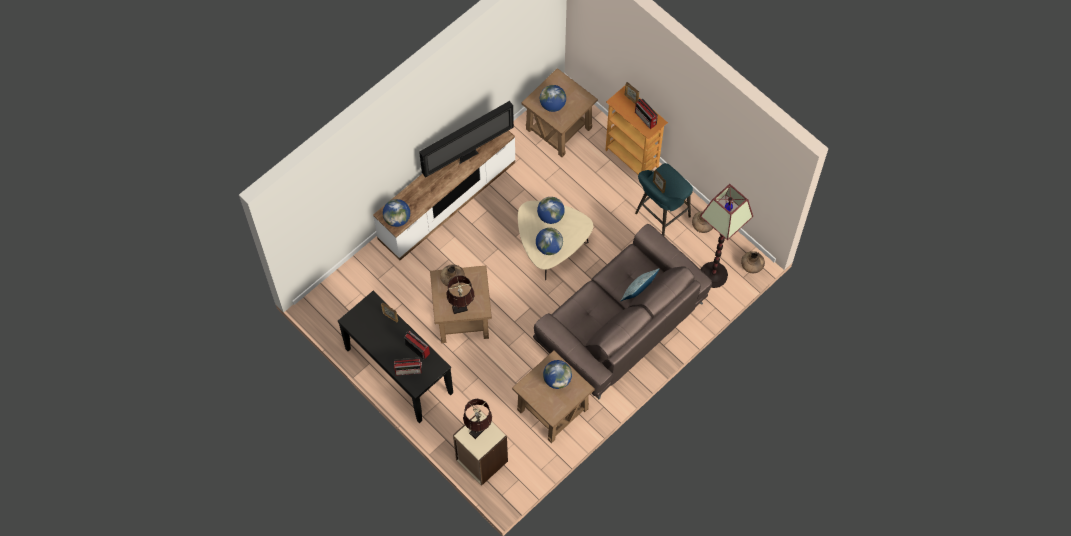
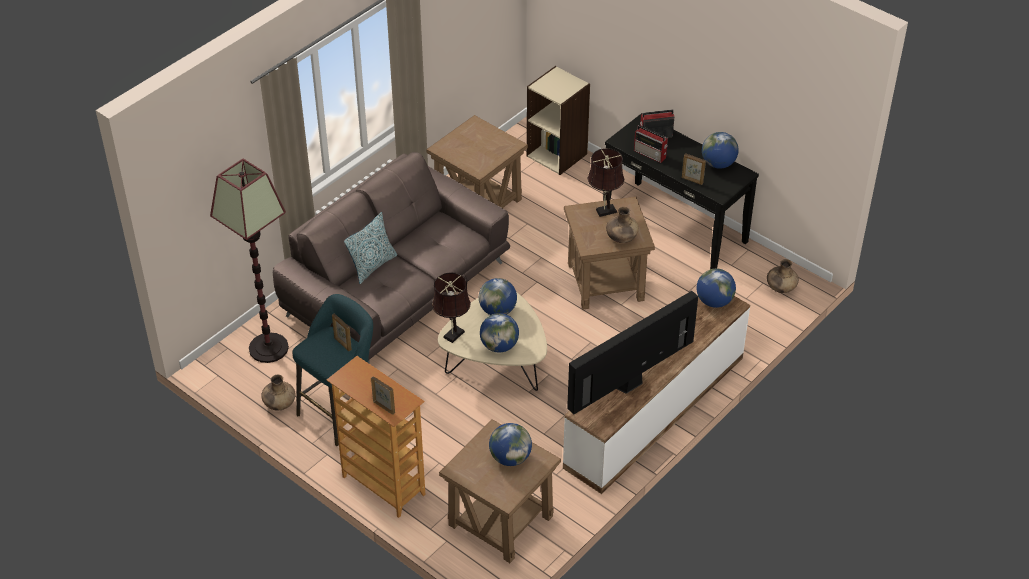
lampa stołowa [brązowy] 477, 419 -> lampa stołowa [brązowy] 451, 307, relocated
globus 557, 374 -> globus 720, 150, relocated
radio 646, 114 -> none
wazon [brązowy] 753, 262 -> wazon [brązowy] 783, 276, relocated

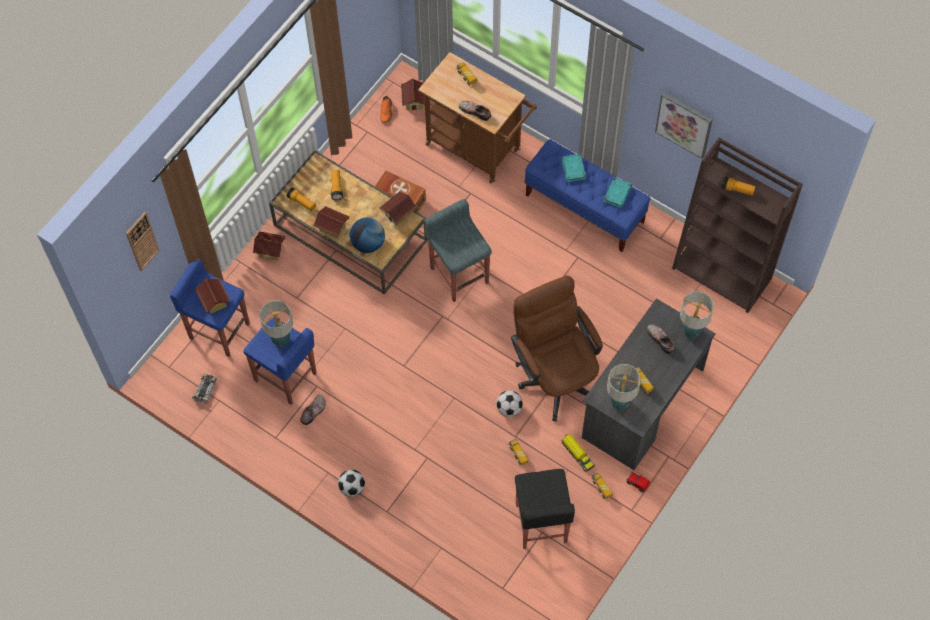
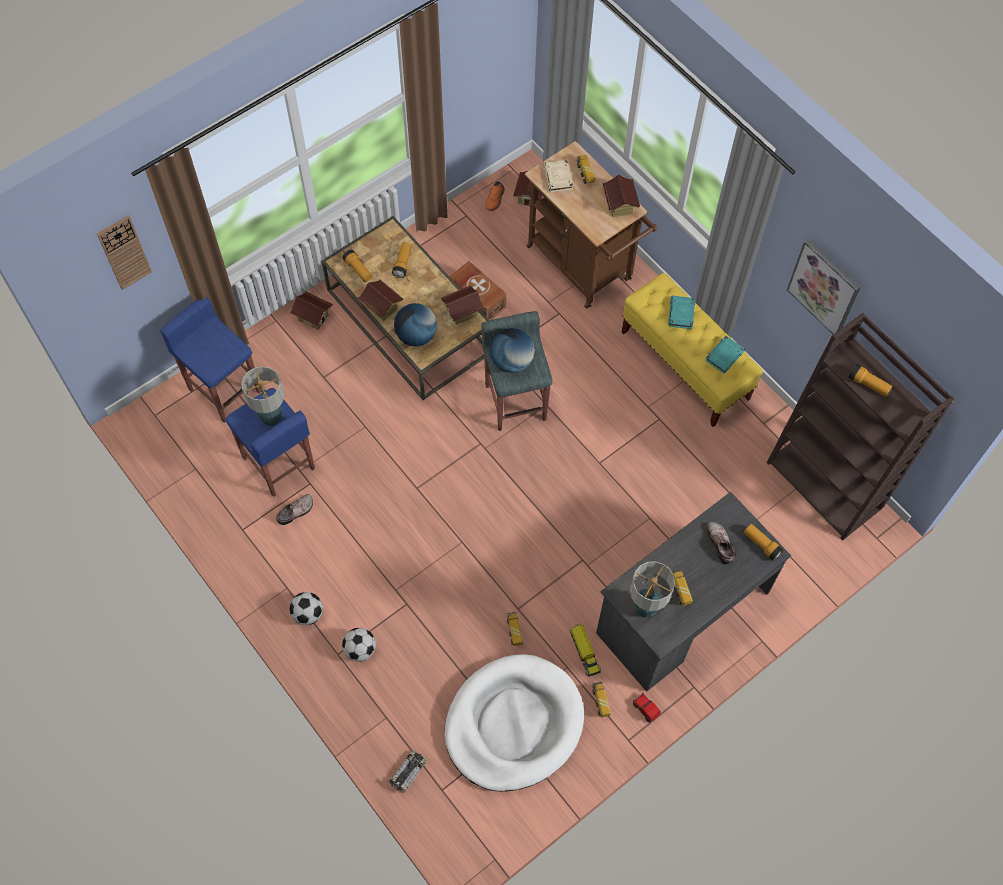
samochodzik 204, 389 -> samochodzik 407, 771, relocated
domek 212, 296 -> domek 621, 196, relocated
but 475, 111 -> none
piłka futbolowa 509, 403 -> piłka futbolowa 359, 645, relocated
krzesło biurowe [brązowy] 557, 348 -> none
stołek [czarny] 545, 509 -> legowisko [biały] 514, 723
ławka [niebieski] 588, 195 -> ławka [żółty] 692, 350
lampa stołowa 697, 315 -> latarka 763, 542
none -> globus 512, 350
none -> książka [beżowy] 558, 176

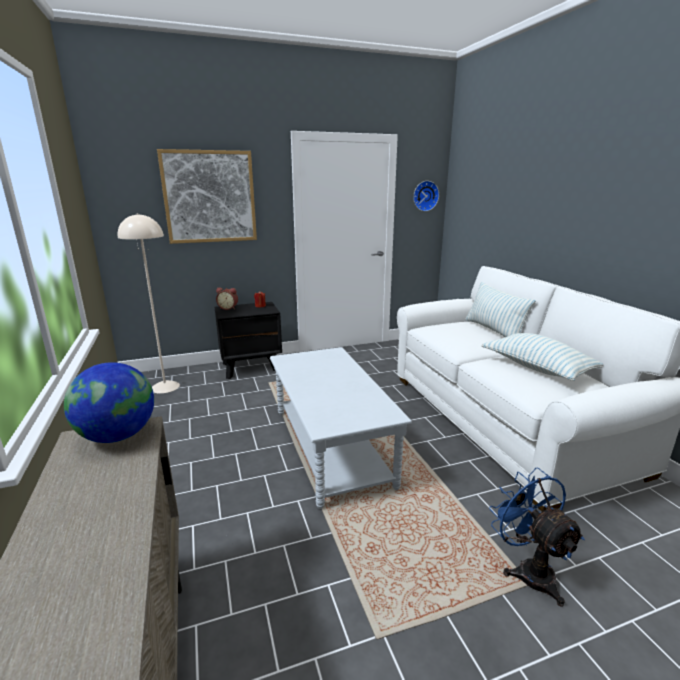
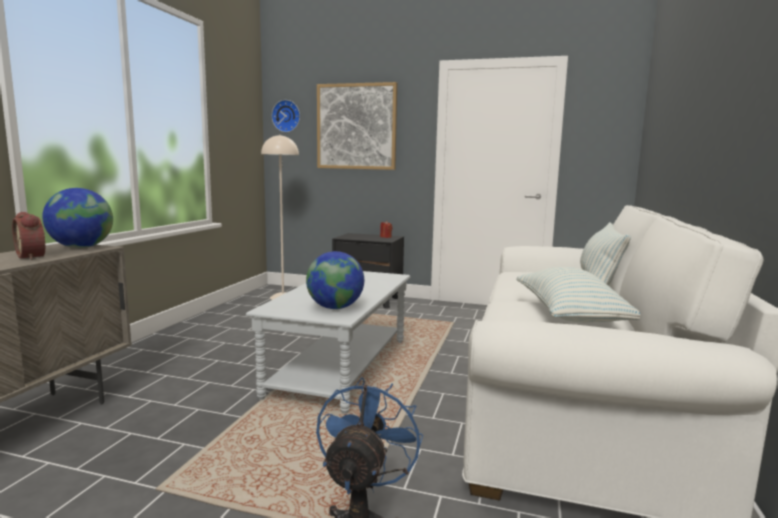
budzik 227, 299 -> budzik 28, 236, relocated
zegar ścienny 426, 196 -> zegar ścienny 286, 116, relocated
none -> globus 335, 280

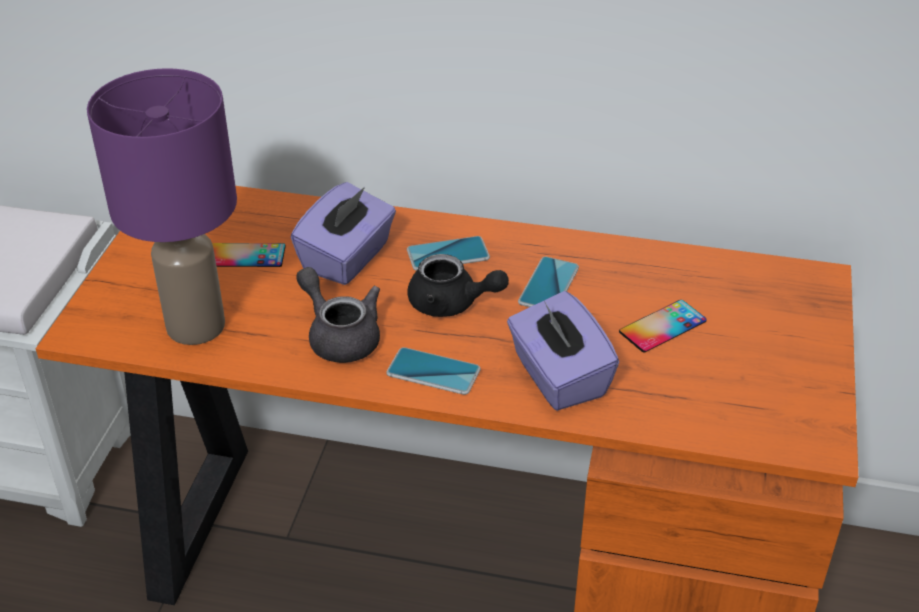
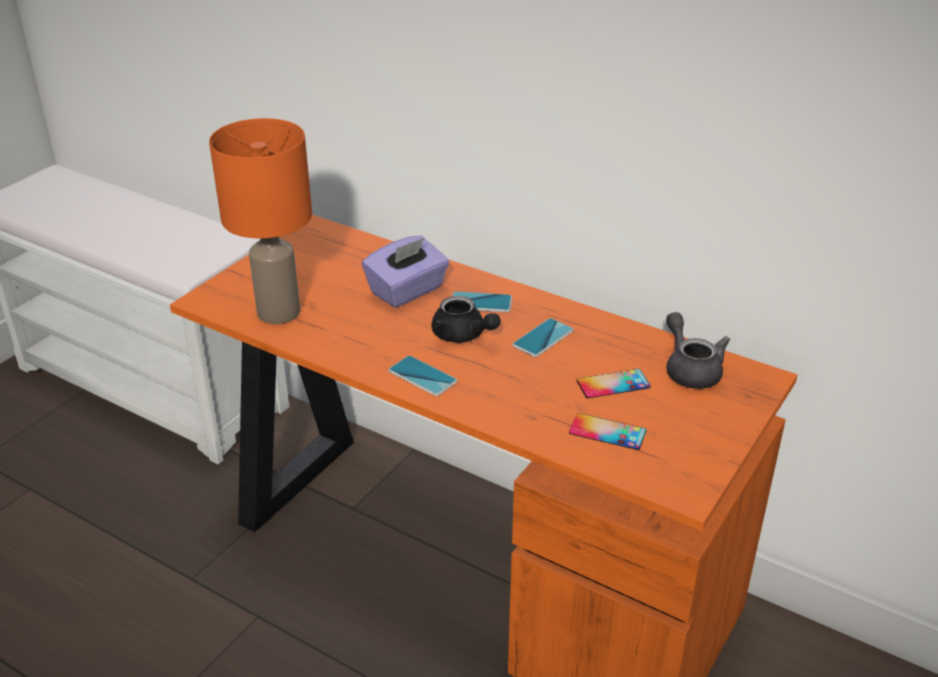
lampa stołowa [fioletowy] 162, 206 -> lampa stołowa [pomarańczowy] 260, 221
telefon 249, 255 -> telefon 607, 431, relocated
imbryk [szary] 338, 315 -> imbryk [szary] 698, 350, relocated
pudełko chusteczek [fioletowy] 563, 351 -> none

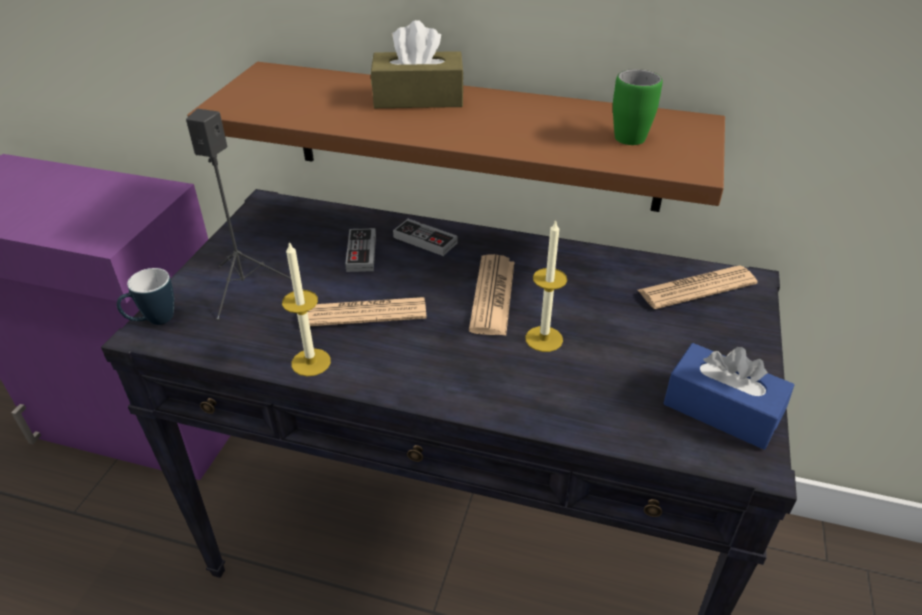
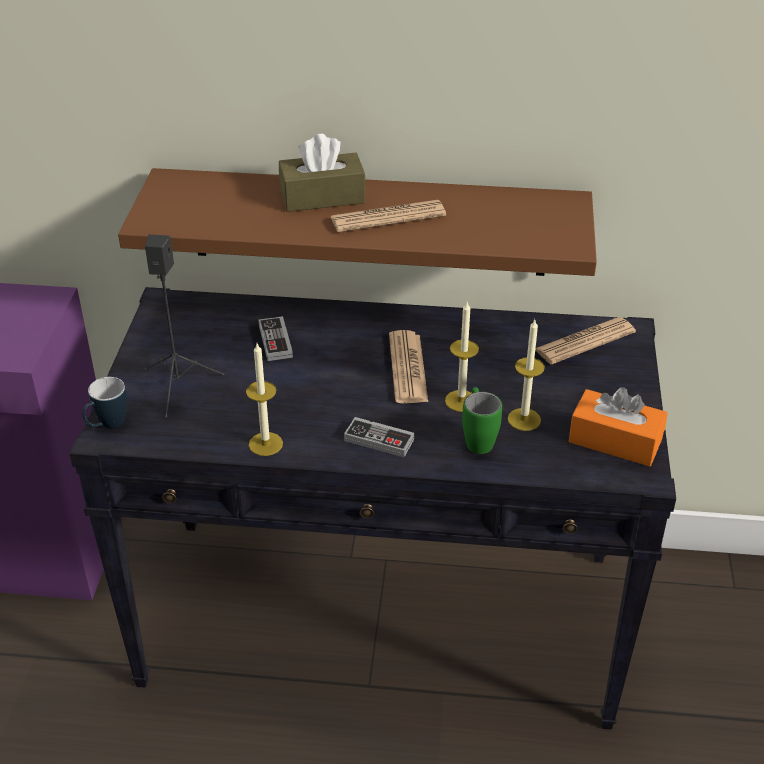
gazeta 367, 311 -> gazeta 388, 216, relocated
pad do gier 425, 237 -> pad do gier 379, 437, relocated
kubek [zielony] 637, 107 -> kubek [zielony] 482, 420, relocated
pudełko chusteczek [niebieski] 728, 396 -> pudełko chusteczek [pomarańczowy] 618, 426
none -> świeca 526, 374

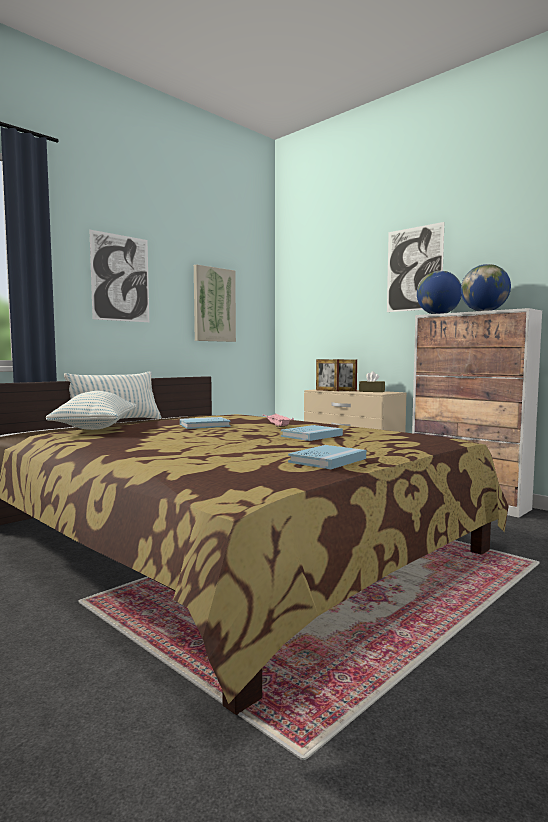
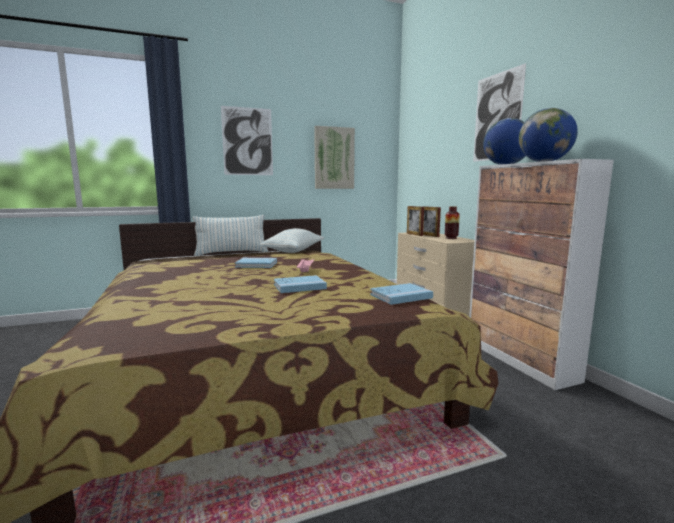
poduszka 91, 410 -> poduszka 292, 240, relocated
książka [niebieski] 327, 457 -> książka [niebieski] 401, 294, relocated
pudełko chusteczek [brązowy] 372, 381 -> wazon 452, 222

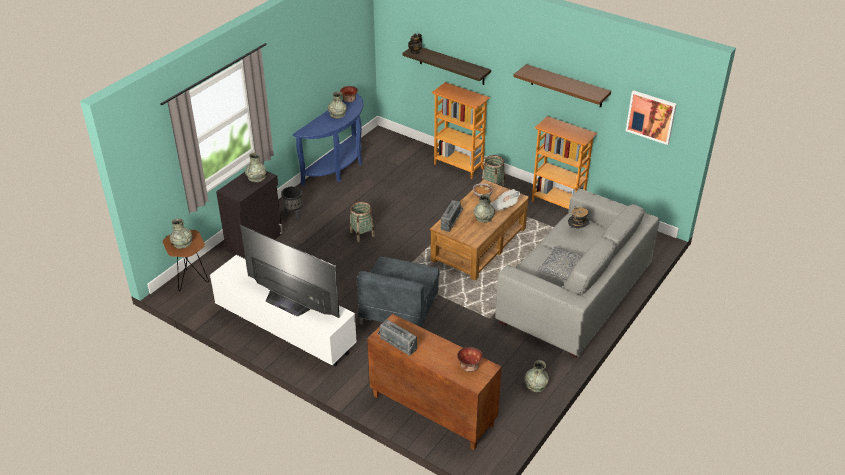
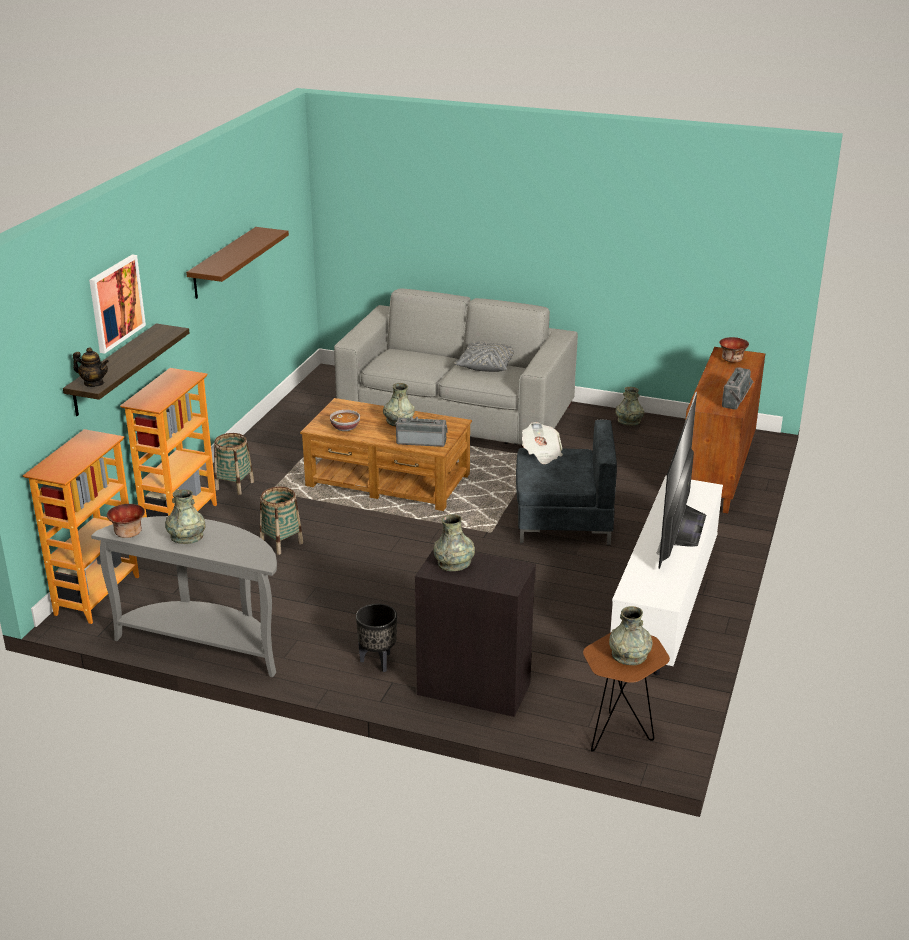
stolik konsolowy [niebieski] 328, 139 -> stolik konsolowy [szary] 184, 596
koszyk 362, 221 -> koszyk 281, 521, relocated
gazeta 505, 200 -> gazeta 542, 443, relocated
regał 564, 162 -> regał 81, 526, relocated
kapelusz 579, 217 -> none
obraz 651, 117 -> obraz 117, 304, relocated

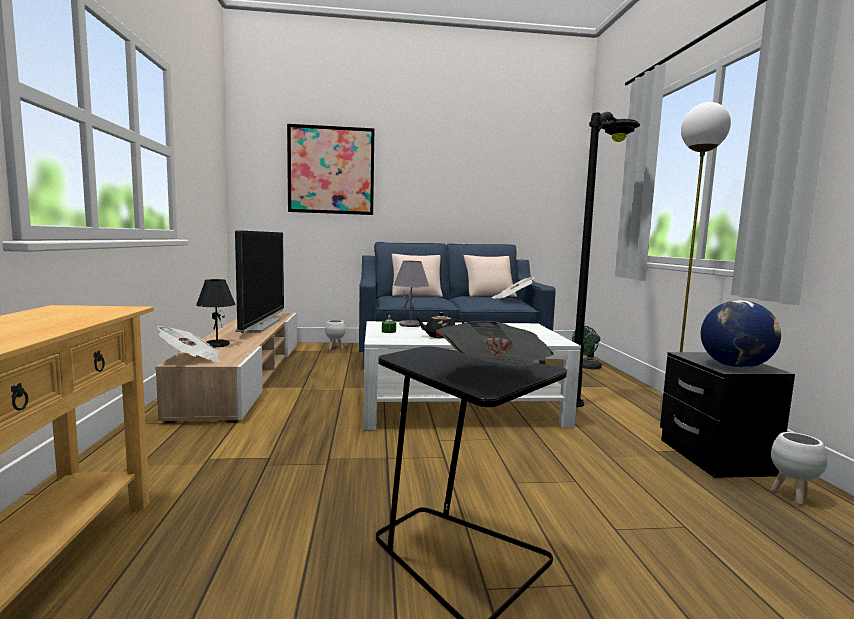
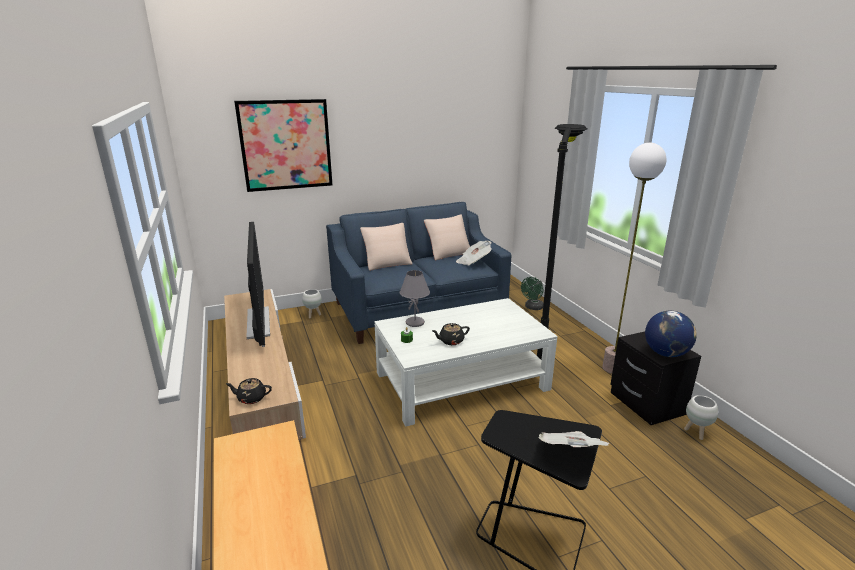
gazeta 188, 344 -> imbryk [czarny] 249, 391
lampa stołowa [czarny] 216, 313 -> none

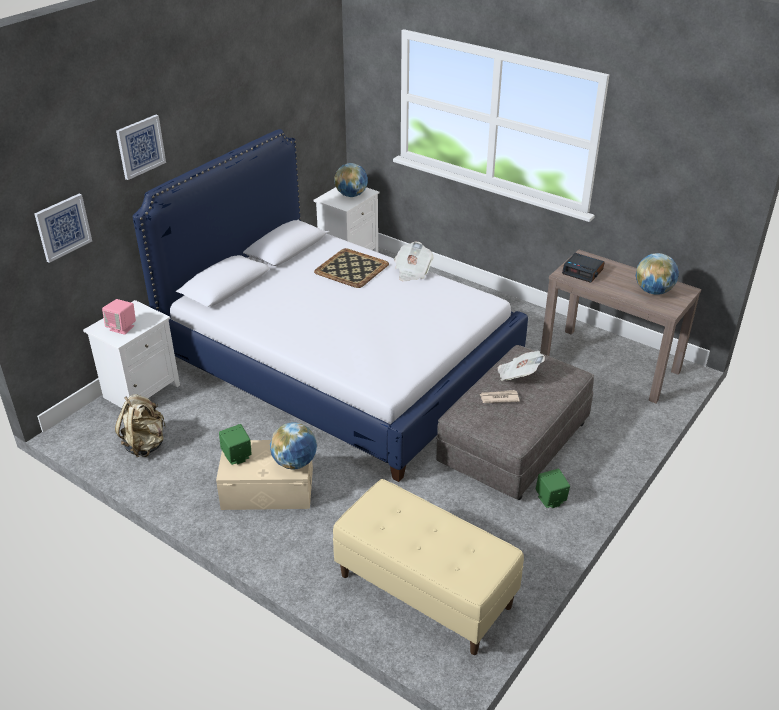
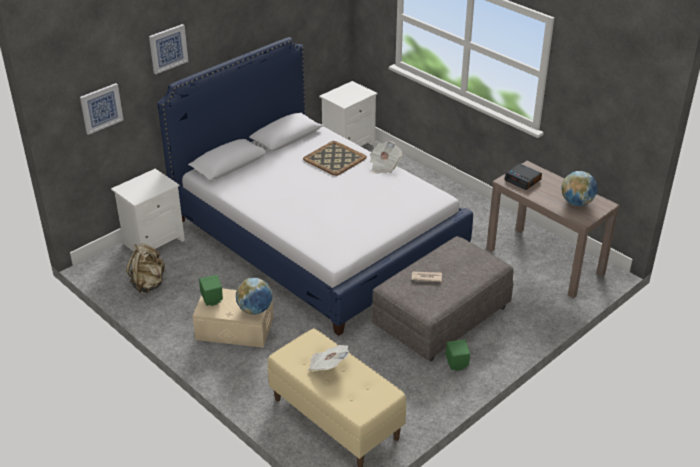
głośnik [różowy] 119, 317 -> none
globus 351, 180 -> none
gazeta 521, 366 -> gazeta 328, 358, relocated

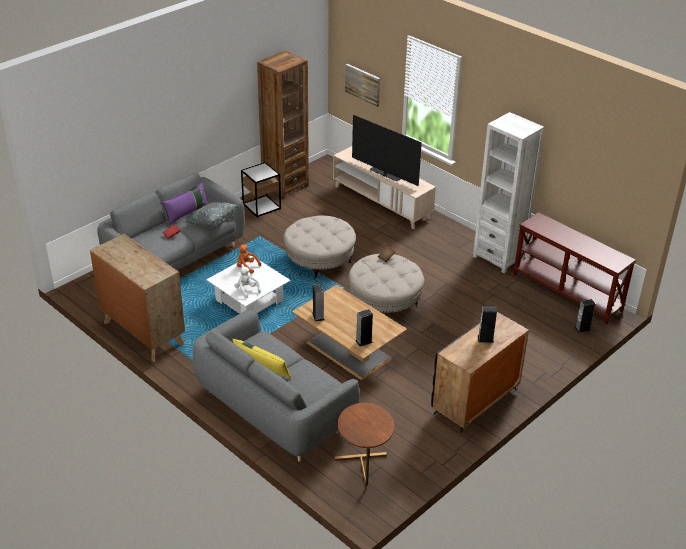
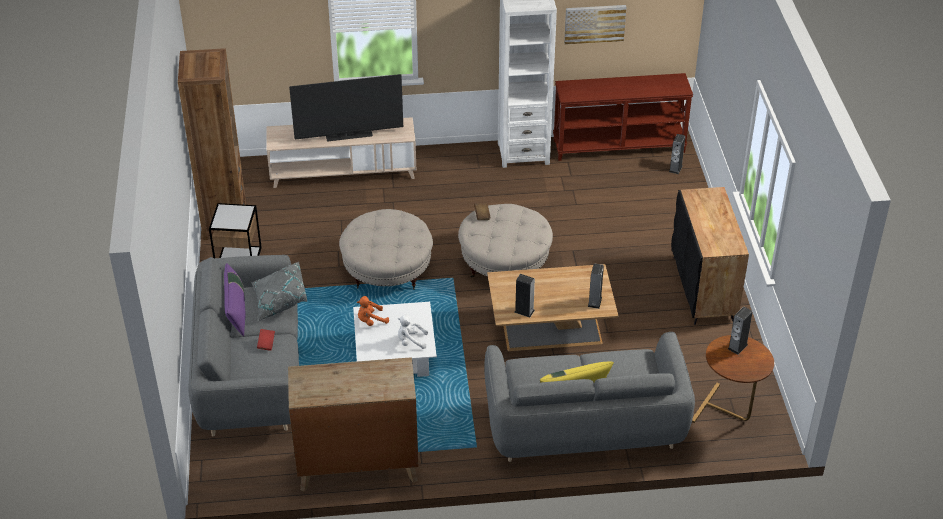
obraz 362, 85 -> obraz 595, 25, relocated
głośnik 487, 324 -> głośnik 740, 331, relocated

